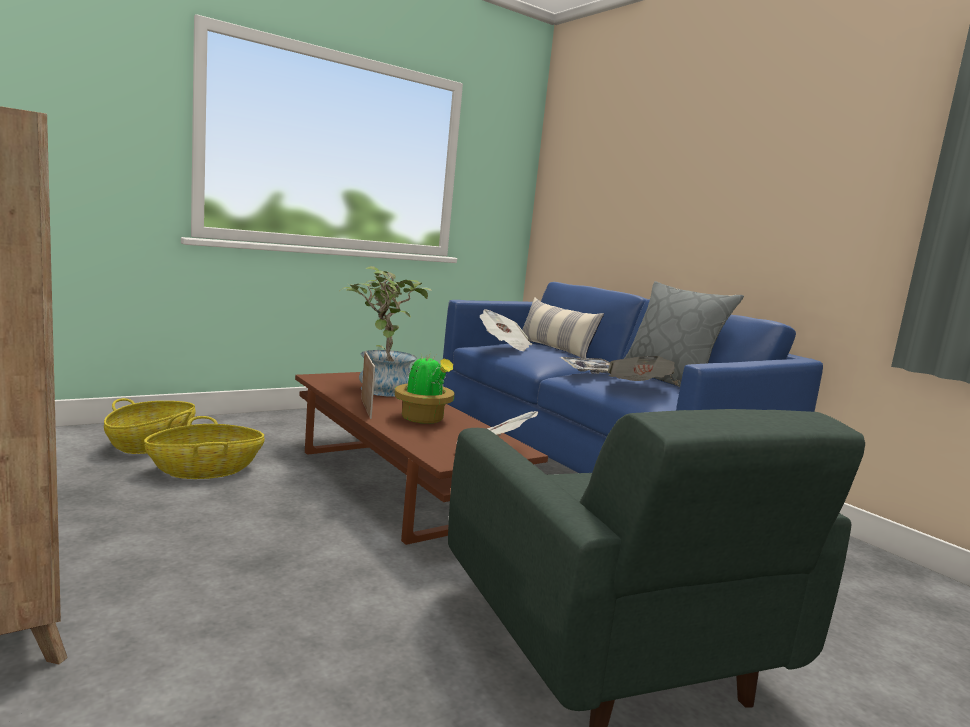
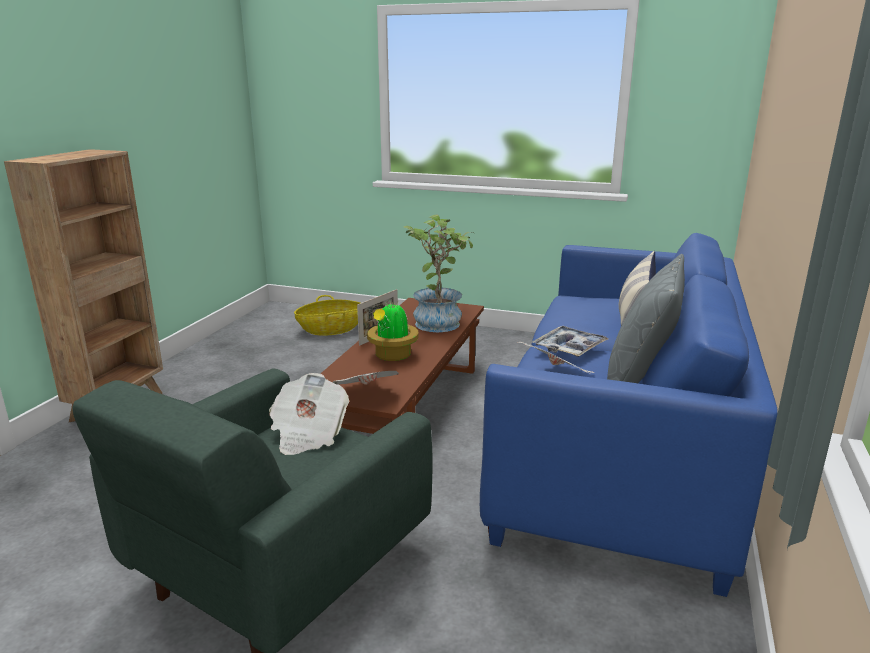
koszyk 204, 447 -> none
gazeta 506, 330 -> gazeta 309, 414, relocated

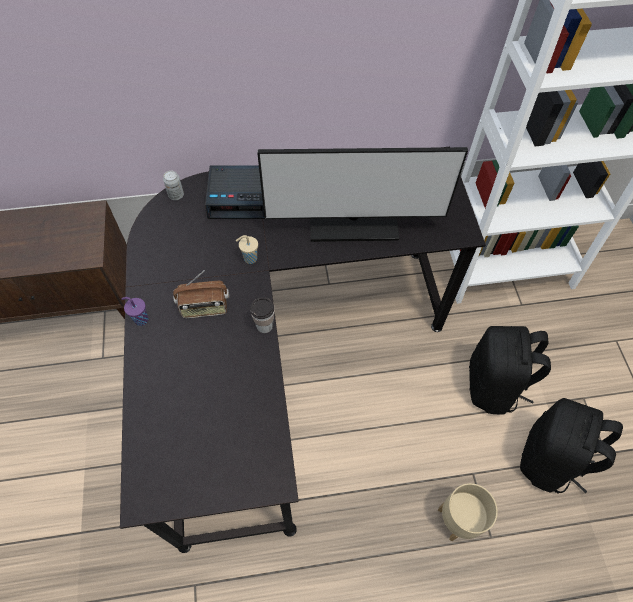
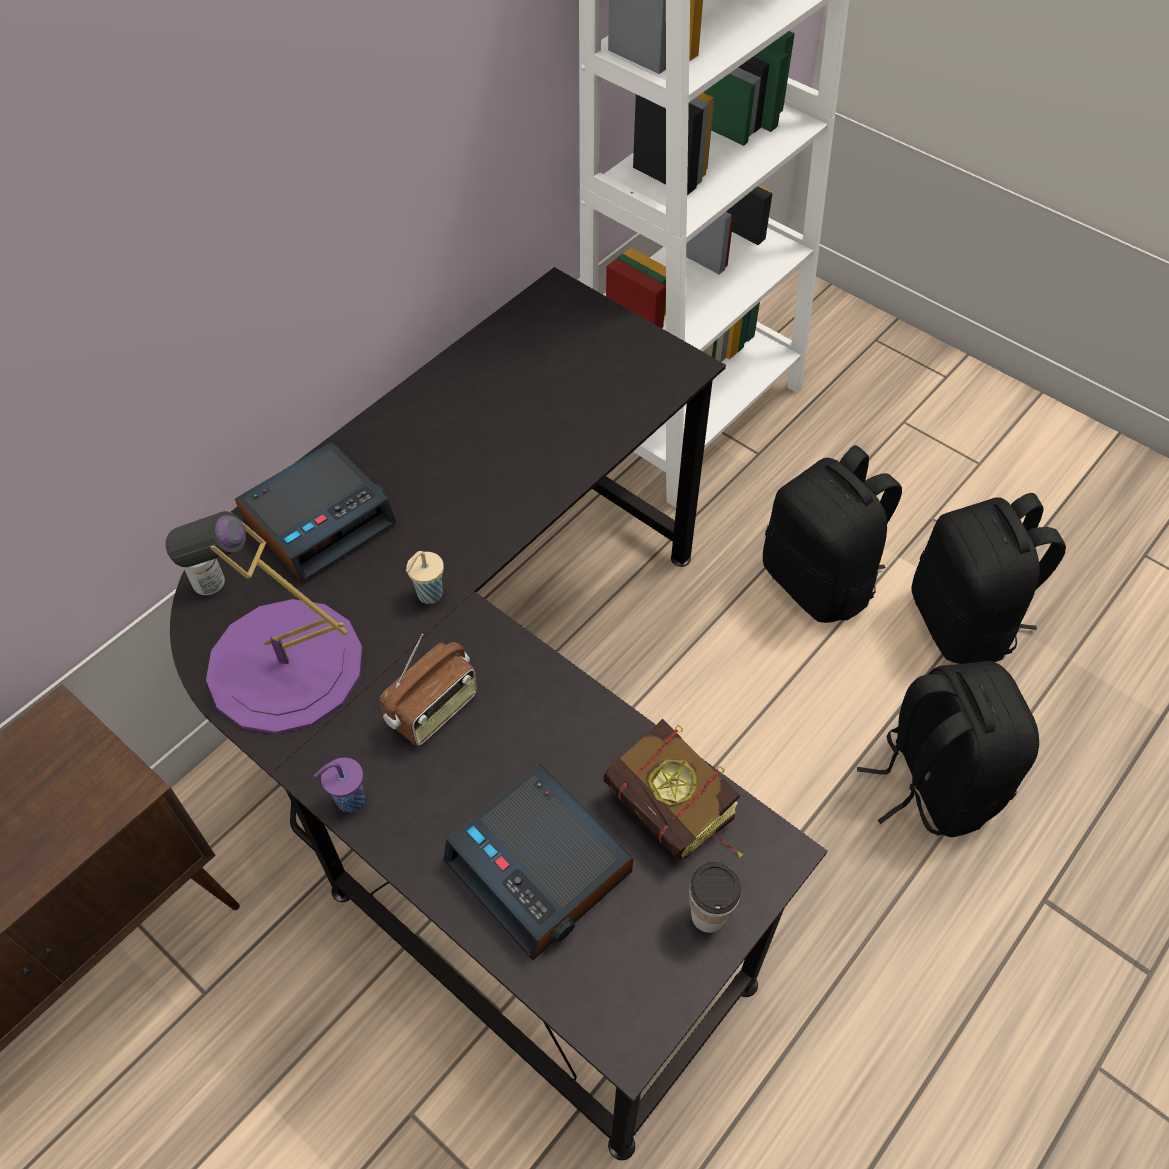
filiżanka 262, 315 -> filiżanka 715, 897, relocated
monitor 362, 194 -> none
donica [beżowy] 468, 512 -> plecak [czarny] 948, 749
none -> lampa stołowa [fioletowy] 264, 622
none -> budzik 538, 862
none -> książka 673, 789

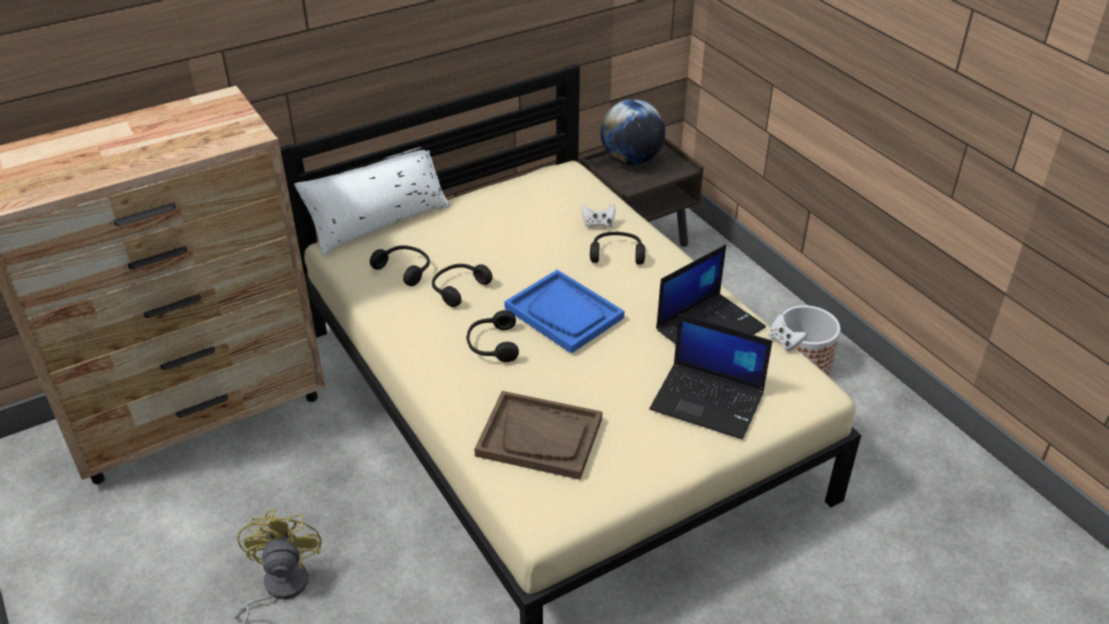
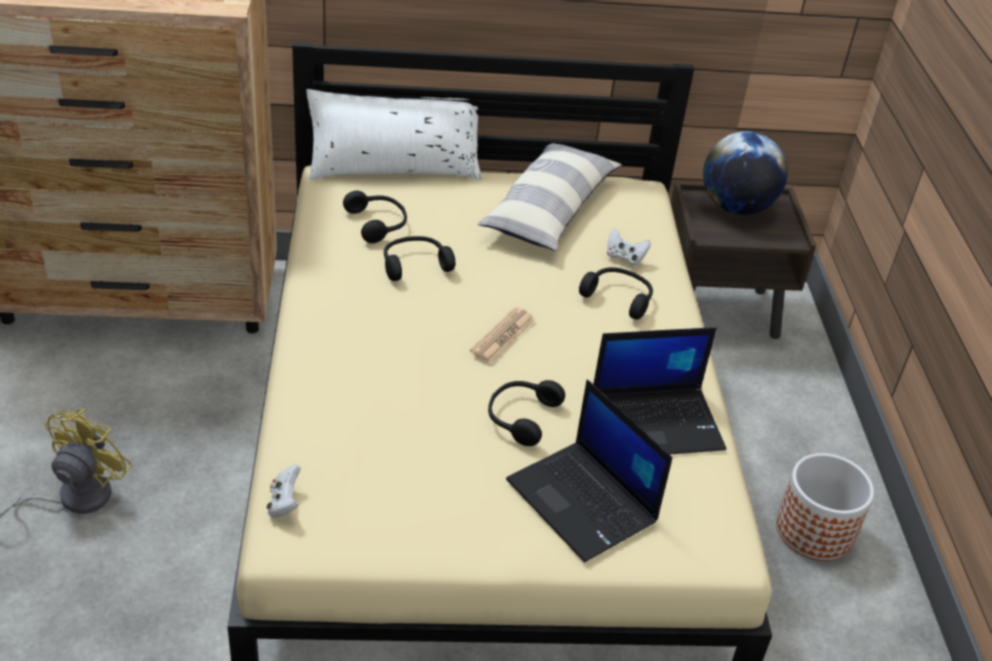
słuchawki [czarny] 492, 336 -> słuchawki [czarny] 526, 413, relocated
taca [brązowy] 538, 435 -> none
taca [niebieski] 564, 312 -> gazeta 502, 335
pad do gier [biały] 788, 332 -> pad do gier [biały] 284, 491, relocated
none -> poduszka 550, 197

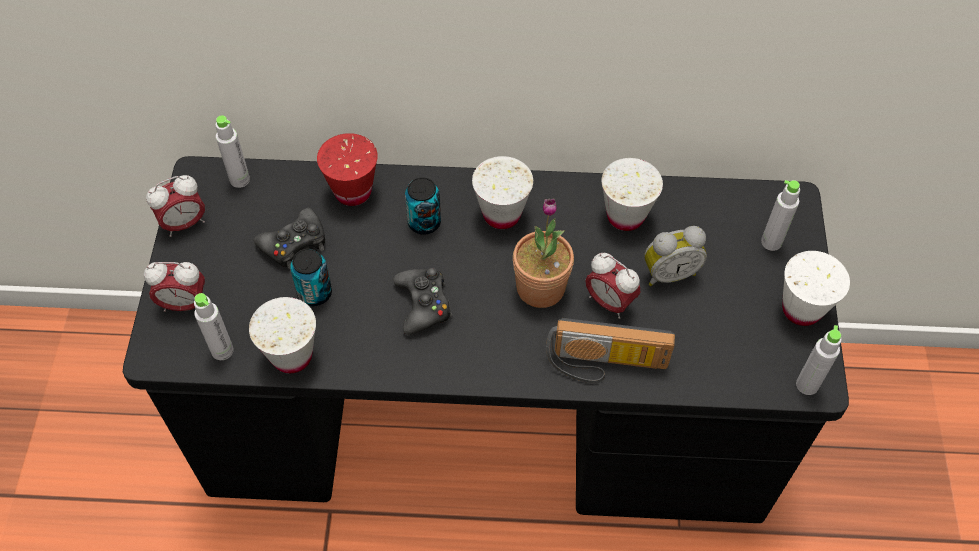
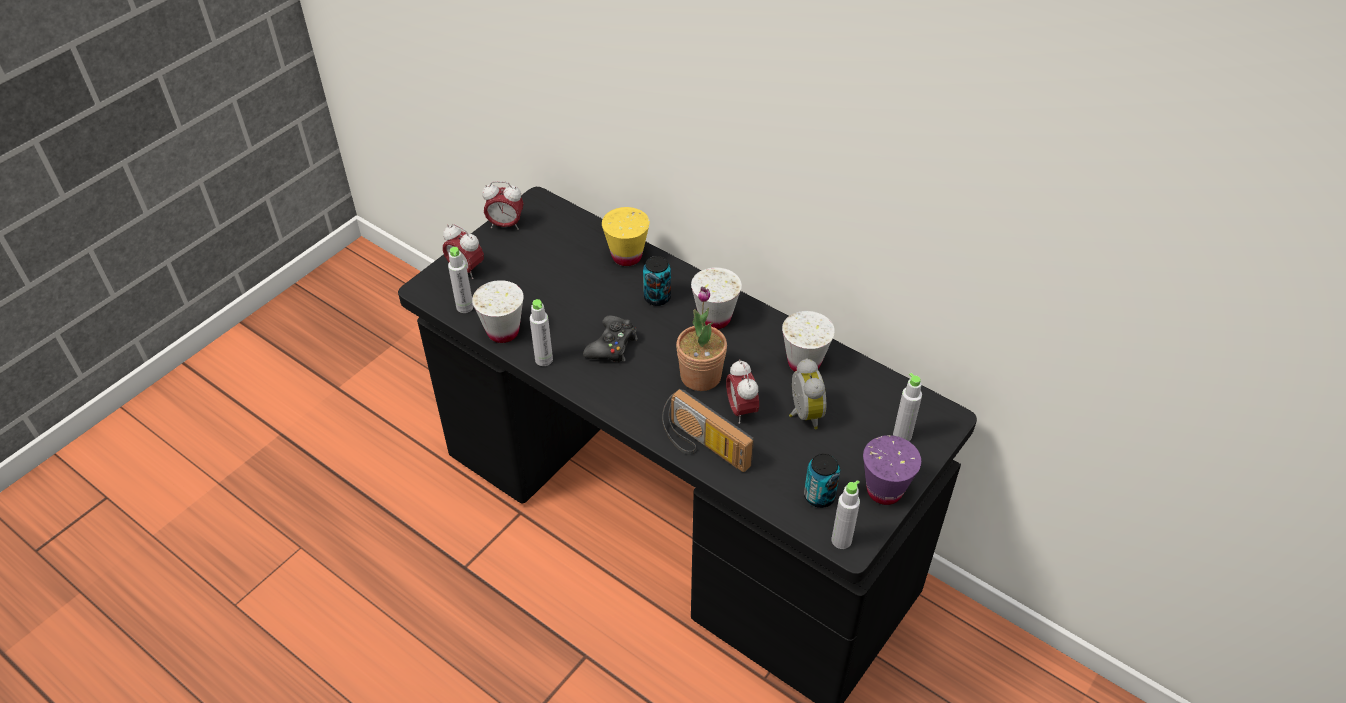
butelka [szary] 232, 151 -> butelka [szary] 541, 332, relocated
pad do gier [czarny] 289, 238 -> none
puszka 311, 277 -> puszka 822, 480, relocated
filiżanka [czerwony] 347, 169 -> filiżanka [żółty] 626, 236
budzik 675, 256 -> budzik 808, 393, 120 degrees counterclockwise
filiżanka [biały] 816, 288 -> filiżanka [fioletowy] 892, 470

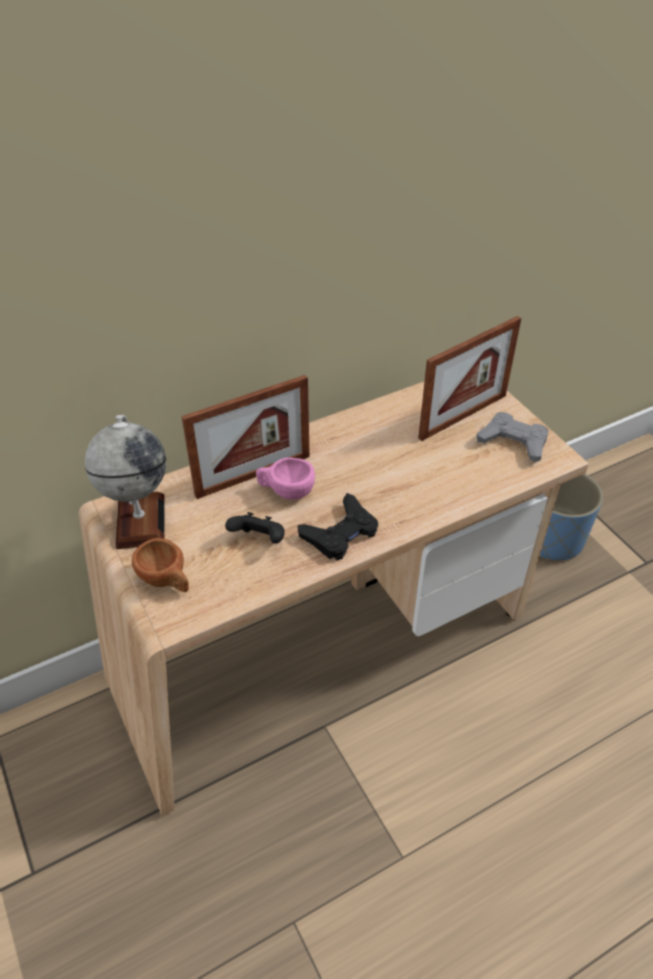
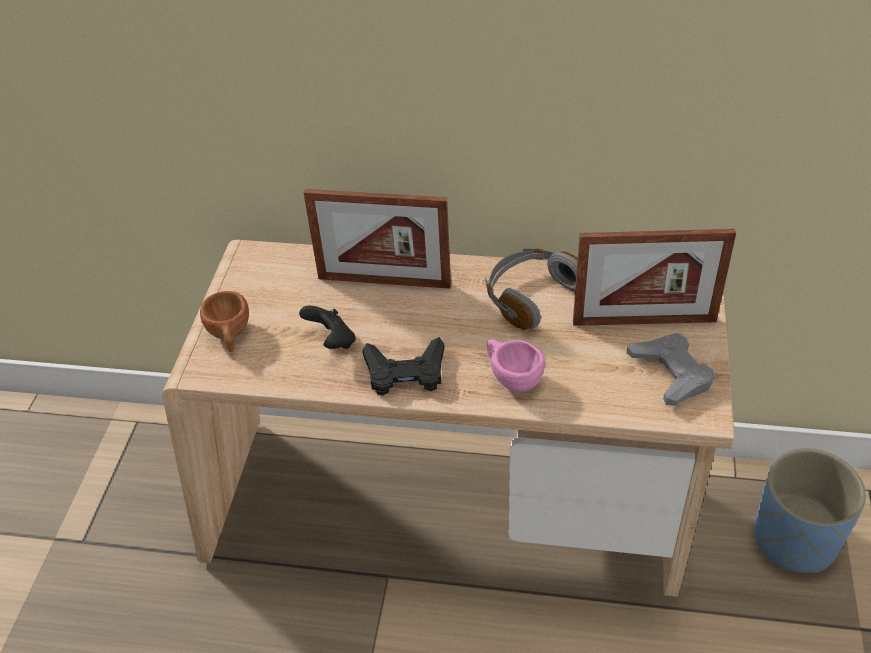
globus 125, 482 -> none
filiżanka [różowy] 285, 479 -> filiżanka [różowy] 516, 365, relocated
none -> słuchawki [szary] 531, 289

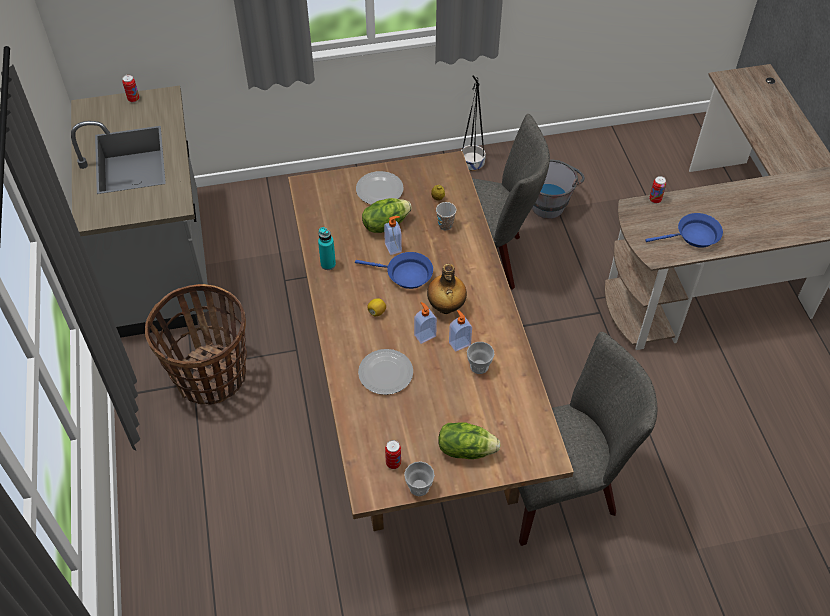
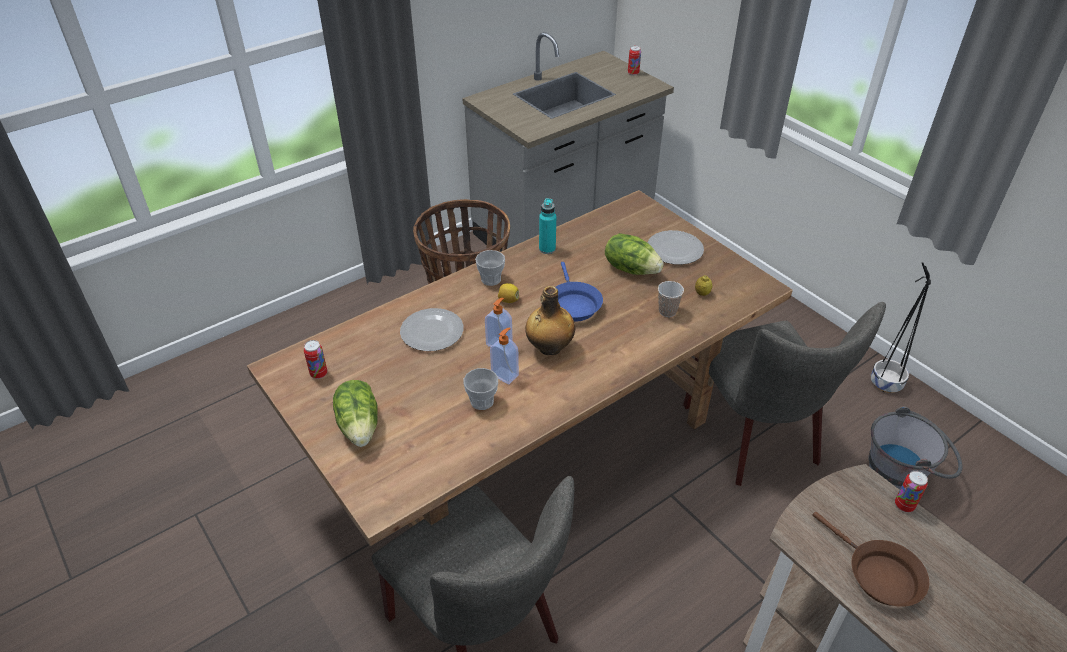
dozownik mydła 393, 235 -> none
filiżanka 419, 478 -> filiżanka 490, 268, relocated
patelnia [niebieski] 684, 230 -> patelnia [brązowy] 871, 559

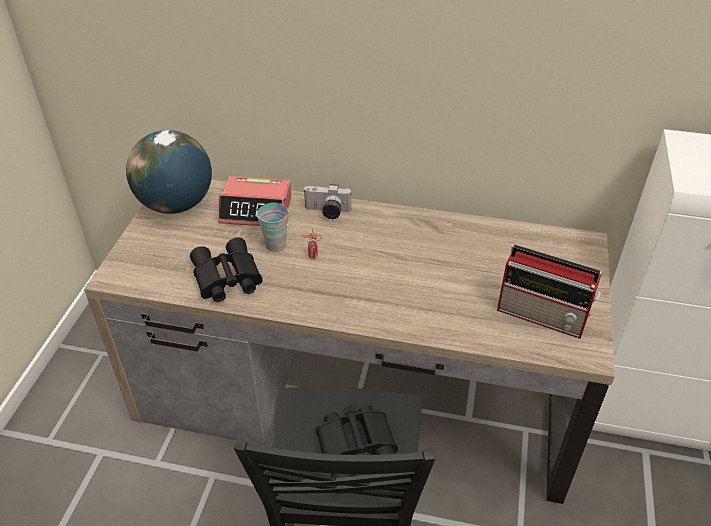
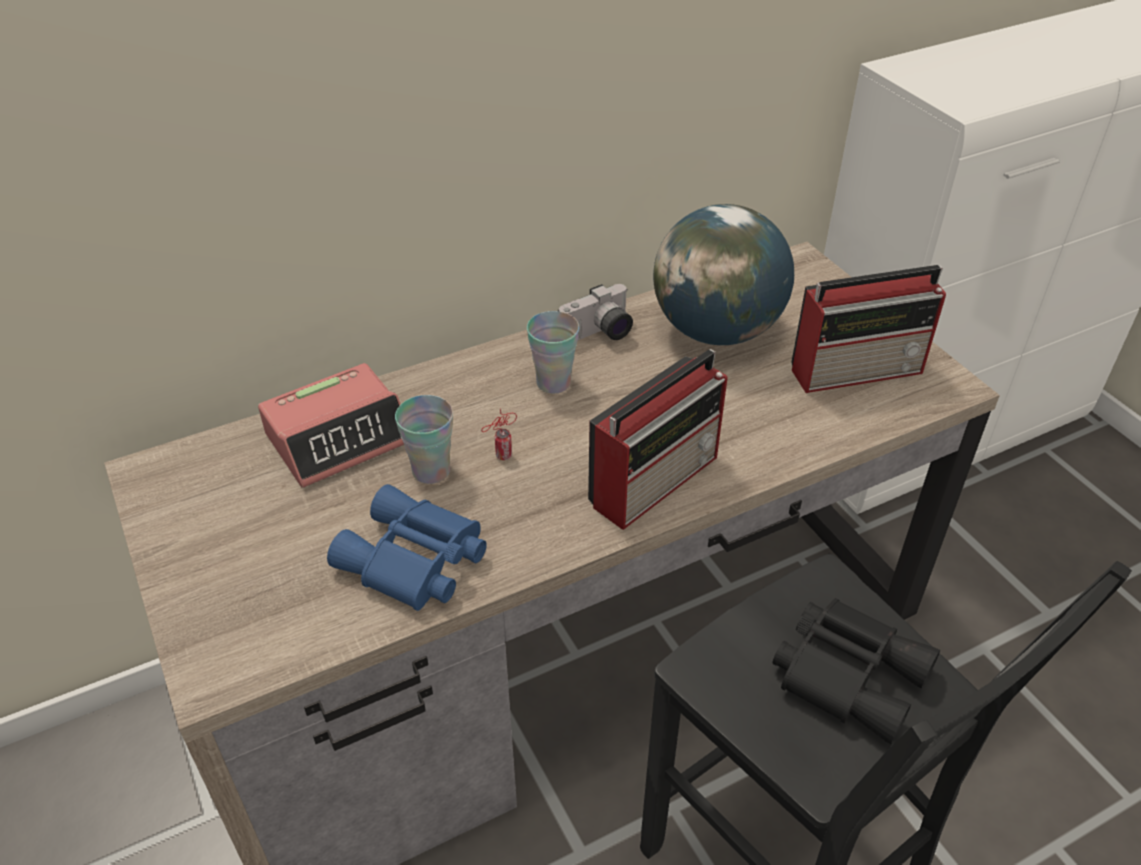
globus 169, 172 -> globus 723, 274, relocated
lornetka [czarny] 226, 269 -> lornetka [niebieski] 407, 547
aparat fotograficzny 327, 201 -> aparat fotograficzny 595, 312, relocated
none -> filiżanka 553, 352
none -> radio 658, 439

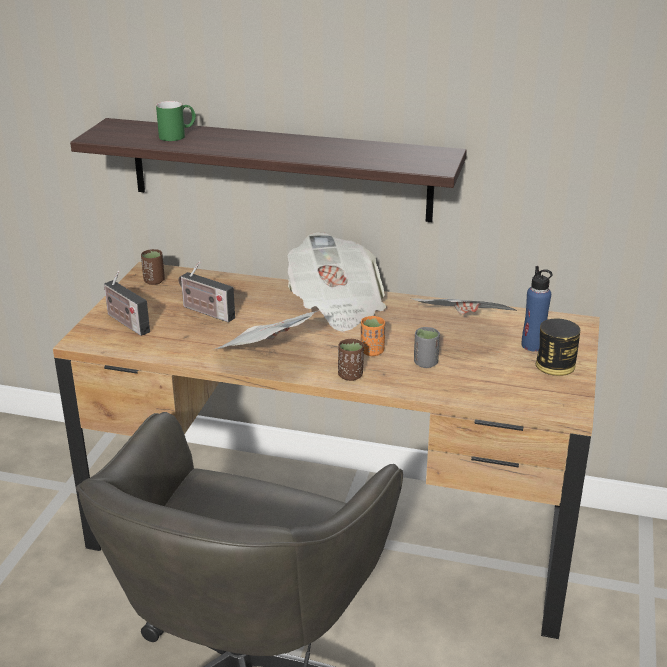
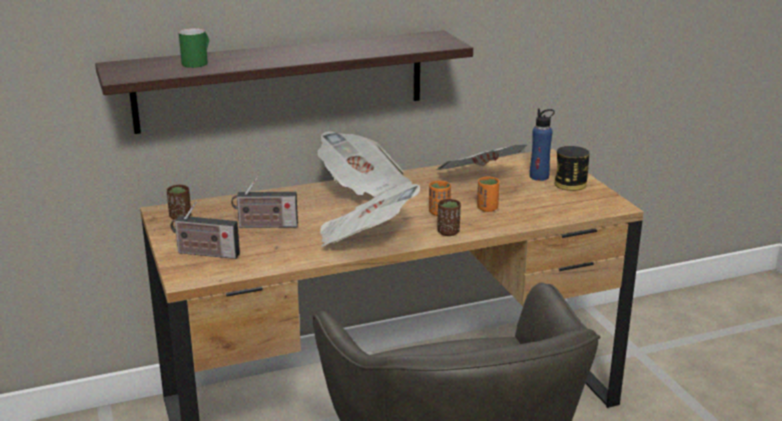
filiżanka [szary] 427, 347 -> filiżanka [pomarańczowy] 488, 194

